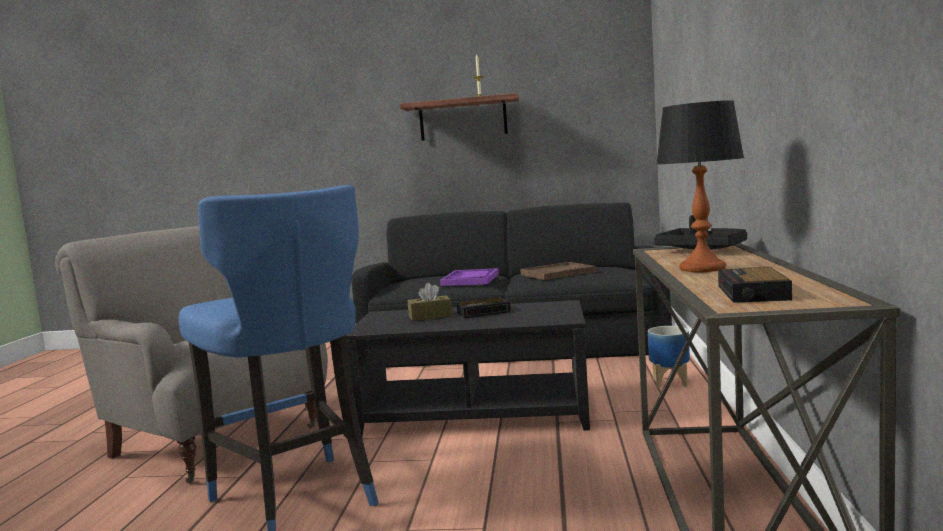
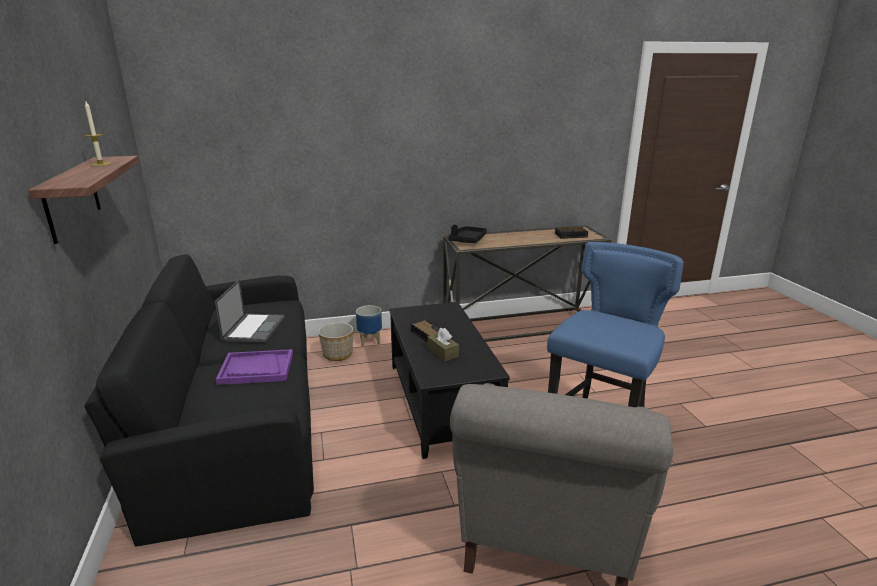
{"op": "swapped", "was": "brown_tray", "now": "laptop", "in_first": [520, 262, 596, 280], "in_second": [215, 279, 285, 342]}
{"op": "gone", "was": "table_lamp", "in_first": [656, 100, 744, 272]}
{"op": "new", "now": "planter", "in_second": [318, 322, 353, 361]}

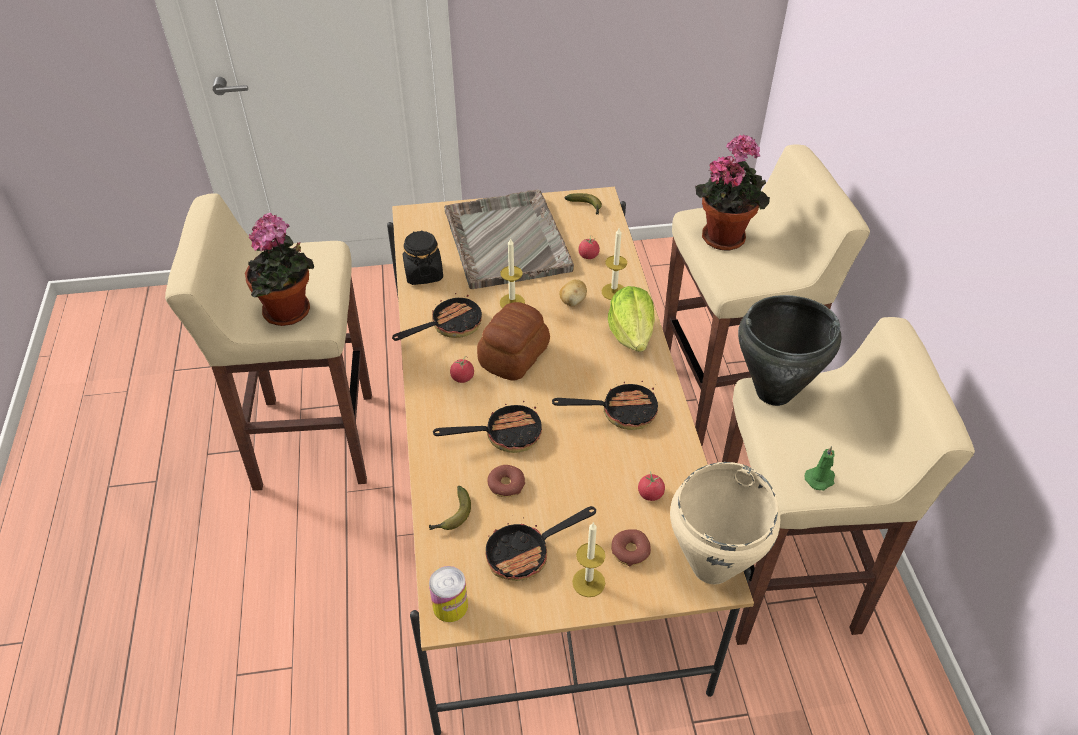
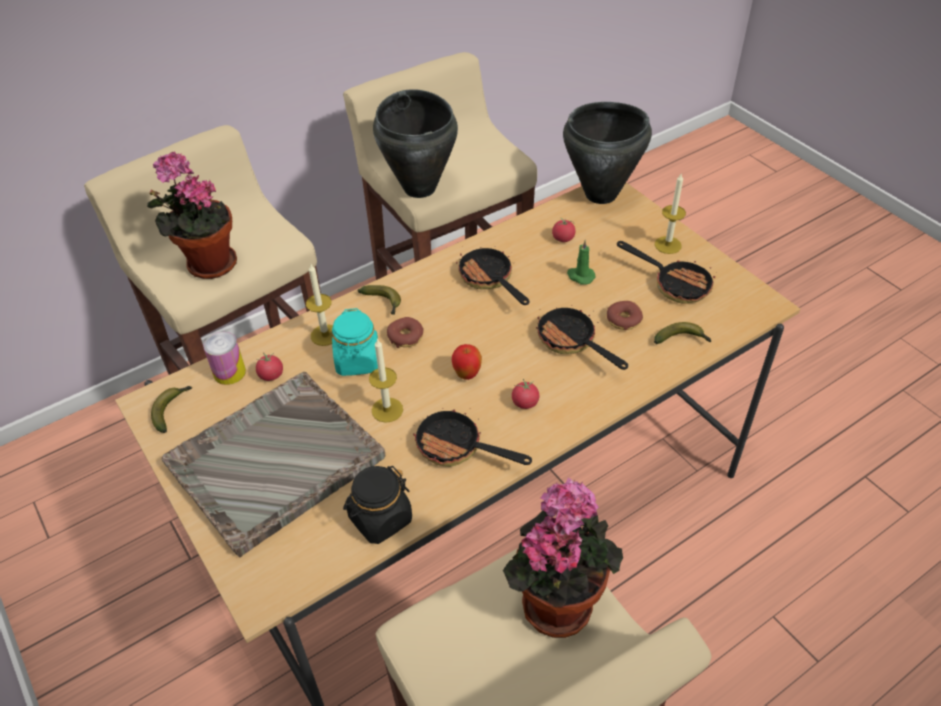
{"op": "shifted", "was": "can", "in_first": [429, 566, 468, 622], "in_second": [203, 332, 246, 385]}
{"op": "swapped", "was": "bread", "now": "apple", "in_first": [477, 302, 550, 381], "in_second": [452, 344, 482, 380]}
{"op": "swapped", "was": "potato", "now": "turquoise_jar", "in_first": [559, 279, 587, 306], "in_second": [332, 308, 378, 376]}
{"op": "swapped", "was": "lettuce", "now": "banana", "in_first": [608, 286, 655, 352], "in_second": [358, 285, 401, 315]}
{"op": "shifted", "was": "donut", "in_first": [611, 529, 651, 566], "in_second": [387, 317, 424, 348]}
{"op": "repainted", "was": "beige_cooking_pot", "now": "black_cooking_pot", "in_first": [670, 462, 780, 584], "in_second": [563, 102, 652, 204]}
{"op": "shifted", "was": "green_candle", "in_first": [804, 446, 835, 490], "in_second": [567, 240, 595, 285]}

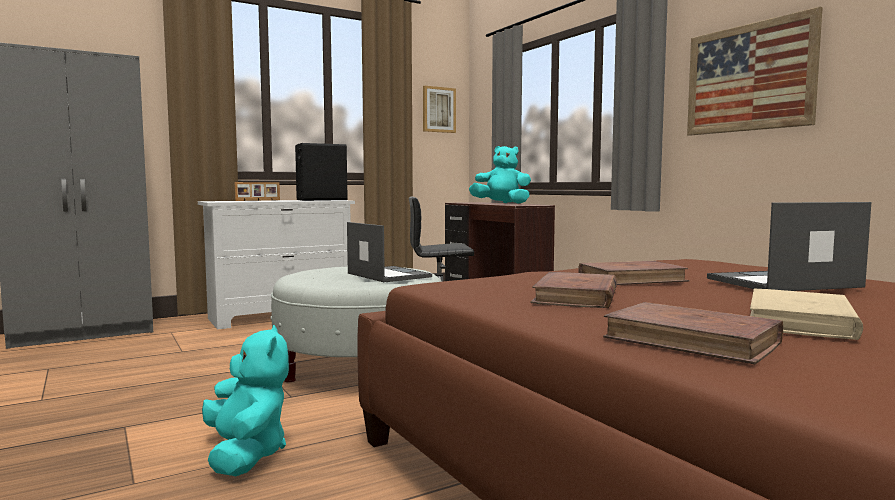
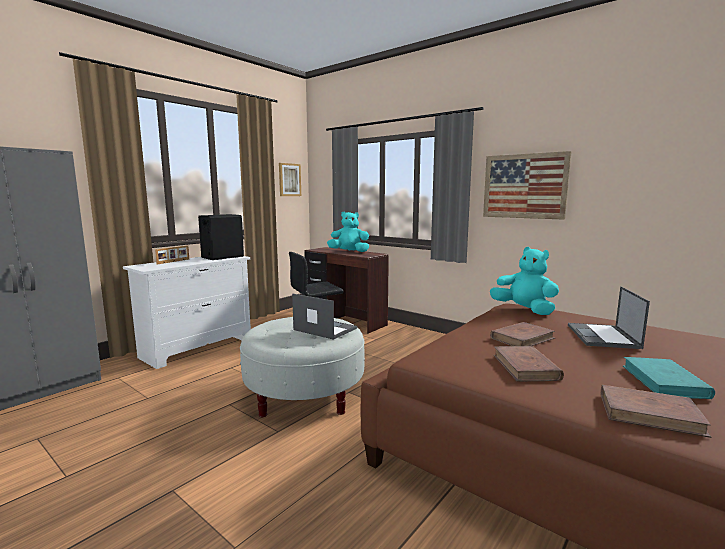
{"op": "shifted", "was": "turquoise_plush_toy", "in_first": [202, 325, 289, 476], "in_second": [490, 247, 559, 315]}
{"op": "rotated", "was": "laptop", "in_first": [707, 202, 871, 291], "in_second": [568, 286, 650, 349], "clockwise": -45}
{"op": "repainted", "was": "beige_book", "now": "turquoise_book", "in_first": [750, 289, 863, 340], "in_second": [623, 357, 715, 399]}

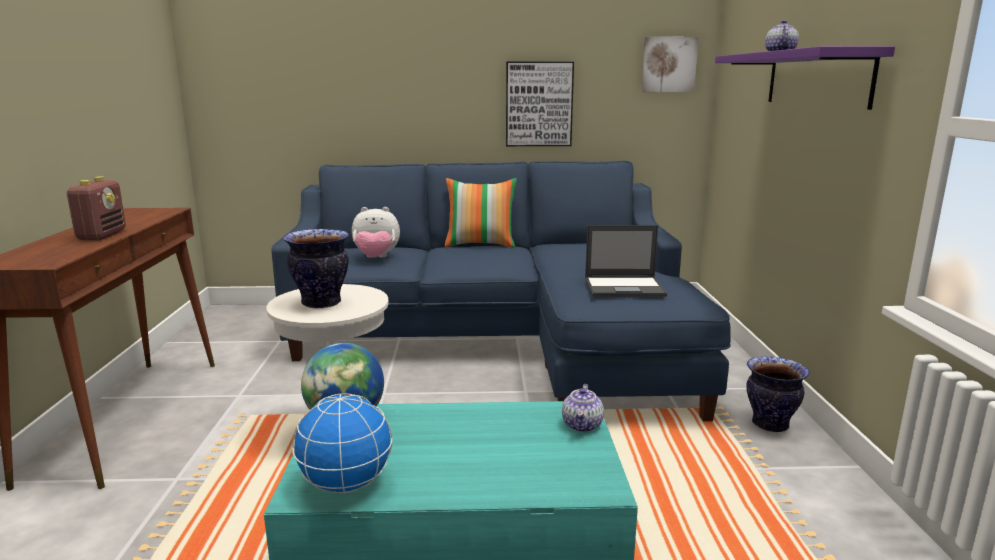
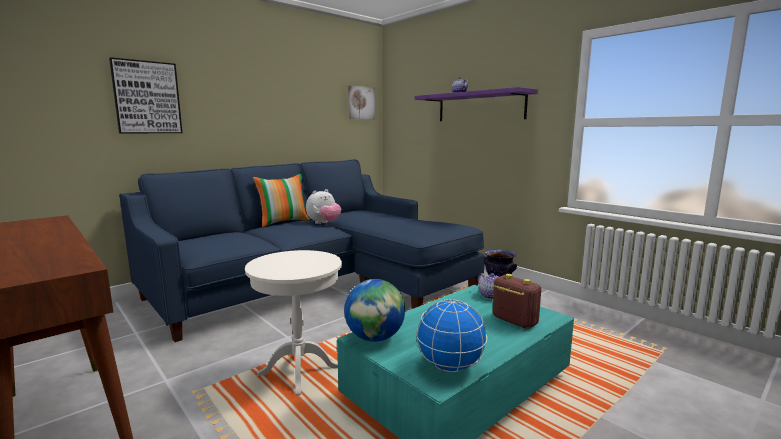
{"op": "shifted", "was": "radio", "in_first": [67, 177, 126, 240], "in_second": [493, 274, 541, 329]}
{"op": "gone", "was": "vase", "in_first": [283, 229, 349, 308]}
{"op": "shifted", "was": "plush_toy", "in_first": [352, 207, 400, 258], "in_second": [306, 189, 341, 224]}
{"op": "shifted", "was": "picture", "in_first": [506, 62, 574, 146], "in_second": [109, 57, 182, 133]}
{"op": "gone", "was": "laptop", "in_first": [585, 225, 667, 297]}

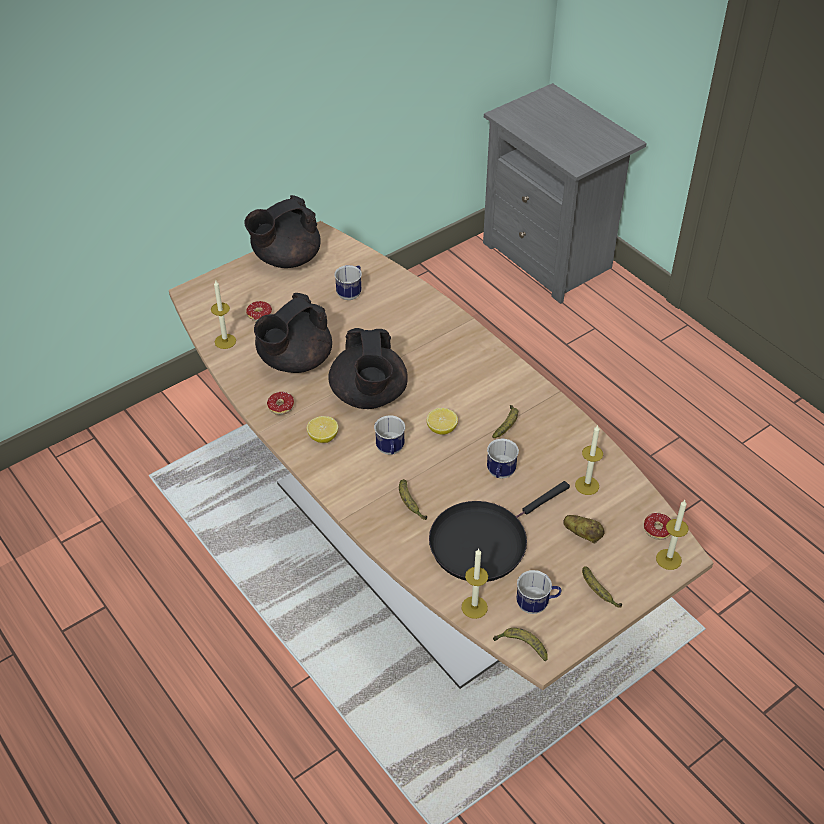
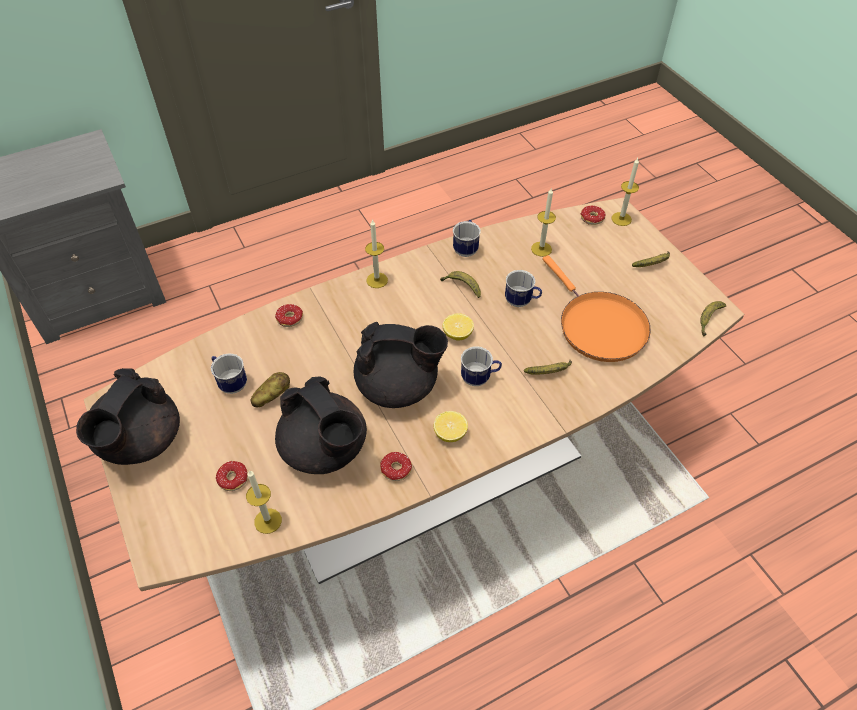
{"op": "rotated", "was": "black_teapot", "in_first": [244, 195, 321, 268], "in_second": [76, 368, 180, 465], "clockwise": 45}
{"op": "repainted", "was": "black_frying_pan", "now": "orange_frying_pan", "in_first": [429, 481, 570, 582], "in_second": [542, 255, 651, 362]}
{"op": "shifted", "was": "candle", "in_first": [462, 549, 488, 619], "in_second": [365, 219, 388, 288]}
{"op": "shifted", "was": "mug", "in_first": [516, 570, 562, 614], "in_second": [453, 220, 481, 257]}
{"op": "shifted", "was": "potato", "in_first": [563, 515, 605, 543], "in_second": [251, 372, 290, 407]}
{"op": "new", "now": "donut", "in_second": [275, 304, 303, 327]}

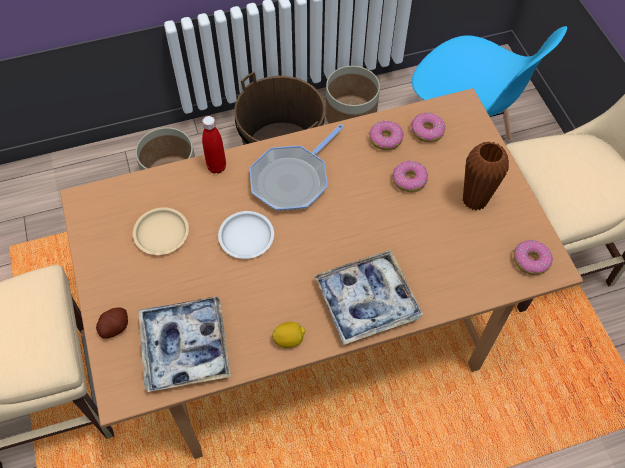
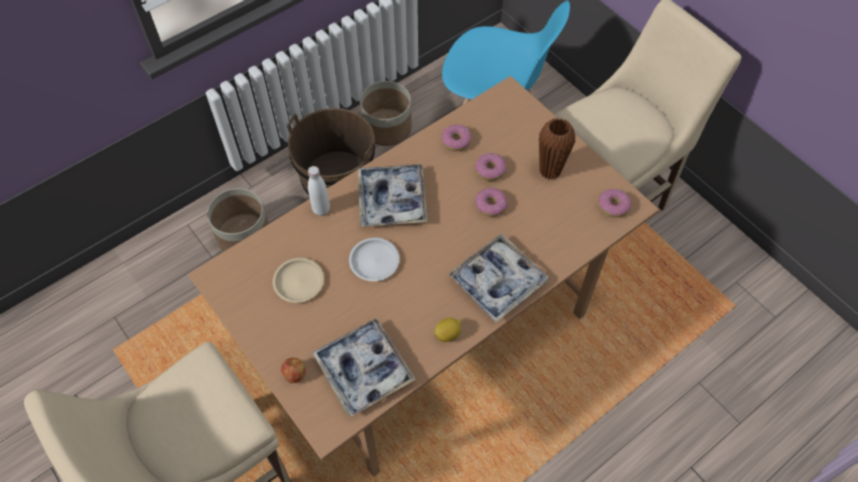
{"op": "swapped", "was": "potato", "now": "apple", "in_first": [96, 307, 128, 339], "in_second": [281, 358, 306, 383]}
{"op": "repainted", "was": "red_bottle", "now": "white_bottle", "in_first": [202, 116, 226, 174], "in_second": [308, 166, 330, 216]}
{"op": "swapped", "was": "frying_pan", "now": "tray", "in_first": [250, 124, 344, 211], "in_second": [358, 164, 427, 227]}
{"op": "shifted", "was": "donut", "in_first": [411, 113, 445, 142], "in_second": [475, 188, 508, 217]}

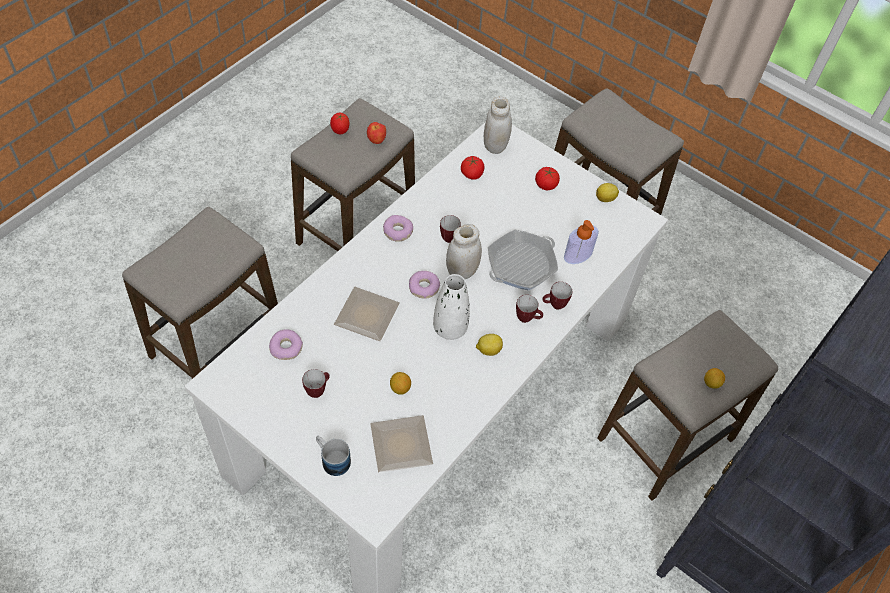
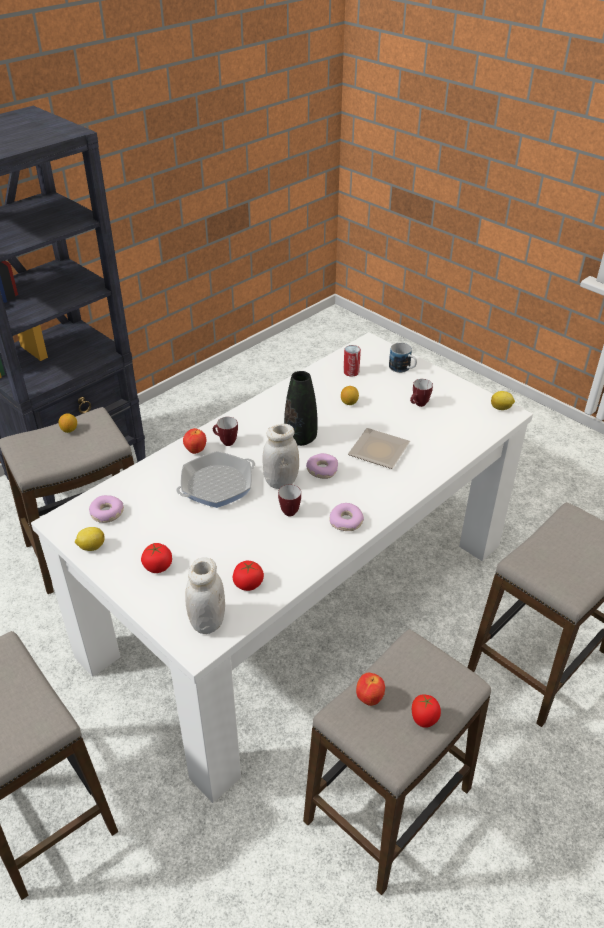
{"op": "shifted", "was": "donut", "in_first": [269, 329, 303, 360], "in_second": [89, 495, 124, 523]}
{"op": "swapped", "was": "plate", "now": "can", "in_first": [370, 415, 433, 473], "in_second": [343, 345, 361, 377]}
{"op": "repainted", "was": "white_vase", "now": "black_vase", "in_first": [433, 274, 470, 340], "in_second": [284, 371, 318, 446]}
{"op": "shifted", "was": "lemon", "in_first": [476, 334, 503, 356], "in_second": [491, 391, 515, 410]}
{"op": "swapped", "was": "mug", "now": "apple", "in_first": [542, 282, 572, 310], "in_second": [183, 428, 206, 454]}
{"op": "gone", "was": "soap_dispenser", "in_first": [564, 220, 599, 264]}

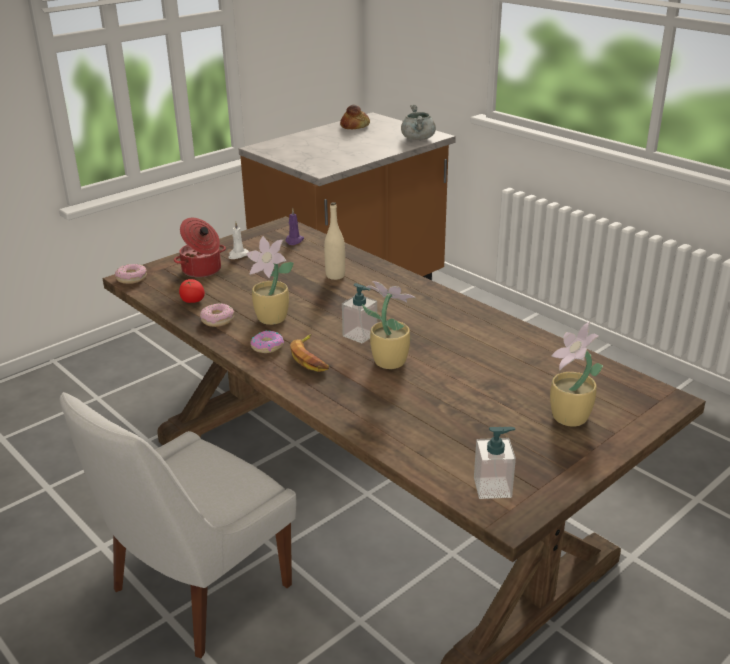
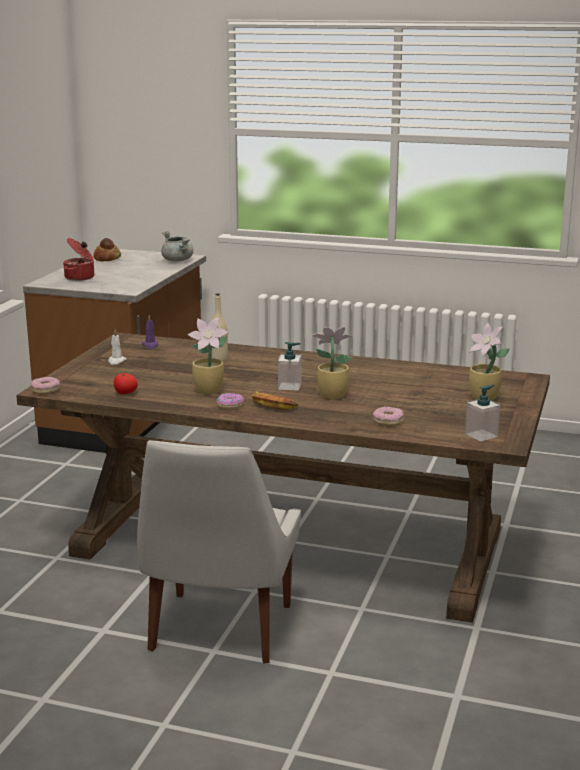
{"op": "shifted", "was": "cooking_pot", "in_first": [174, 218, 226, 277], "in_second": [63, 238, 94, 281]}
{"op": "shifted", "was": "donut", "in_first": [200, 303, 234, 327], "in_second": [373, 406, 404, 426]}

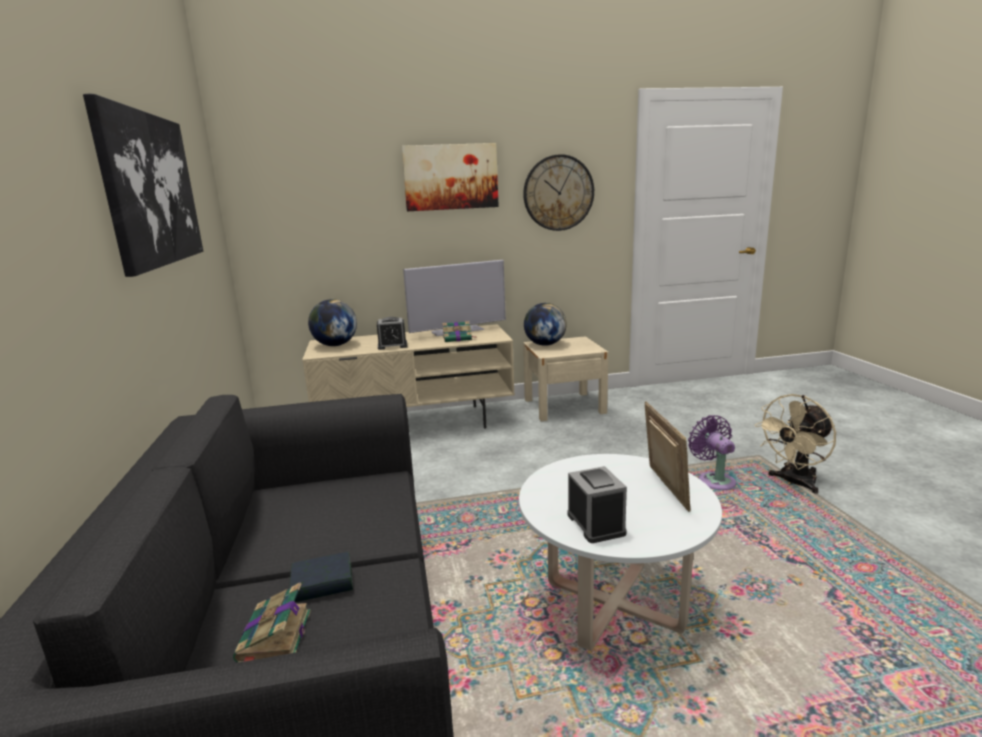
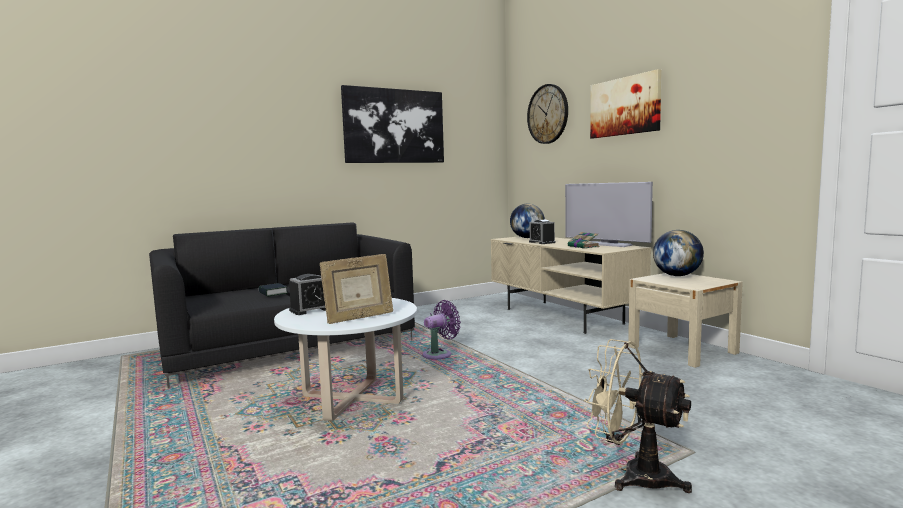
{"op": "gone", "was": "book", "in_first": [233, 583, 311, 663]}
{"op": "shifted", "was": "wall_clock", "in_first": [523, 154, 594, 231], "in_second": [527, 84, 568, 144]}
{"op": "shifted", "was": "purple_fan", "in_first": [688, 415, 736, 490], "in_second": [422, 300, 461, 359]}

